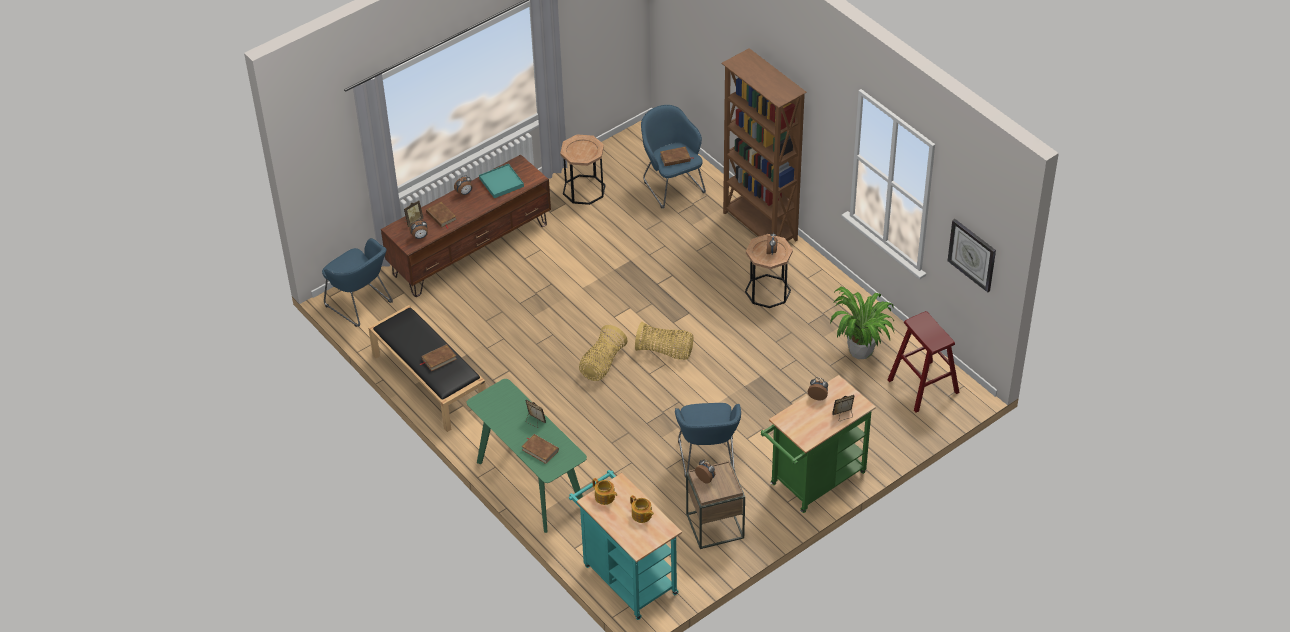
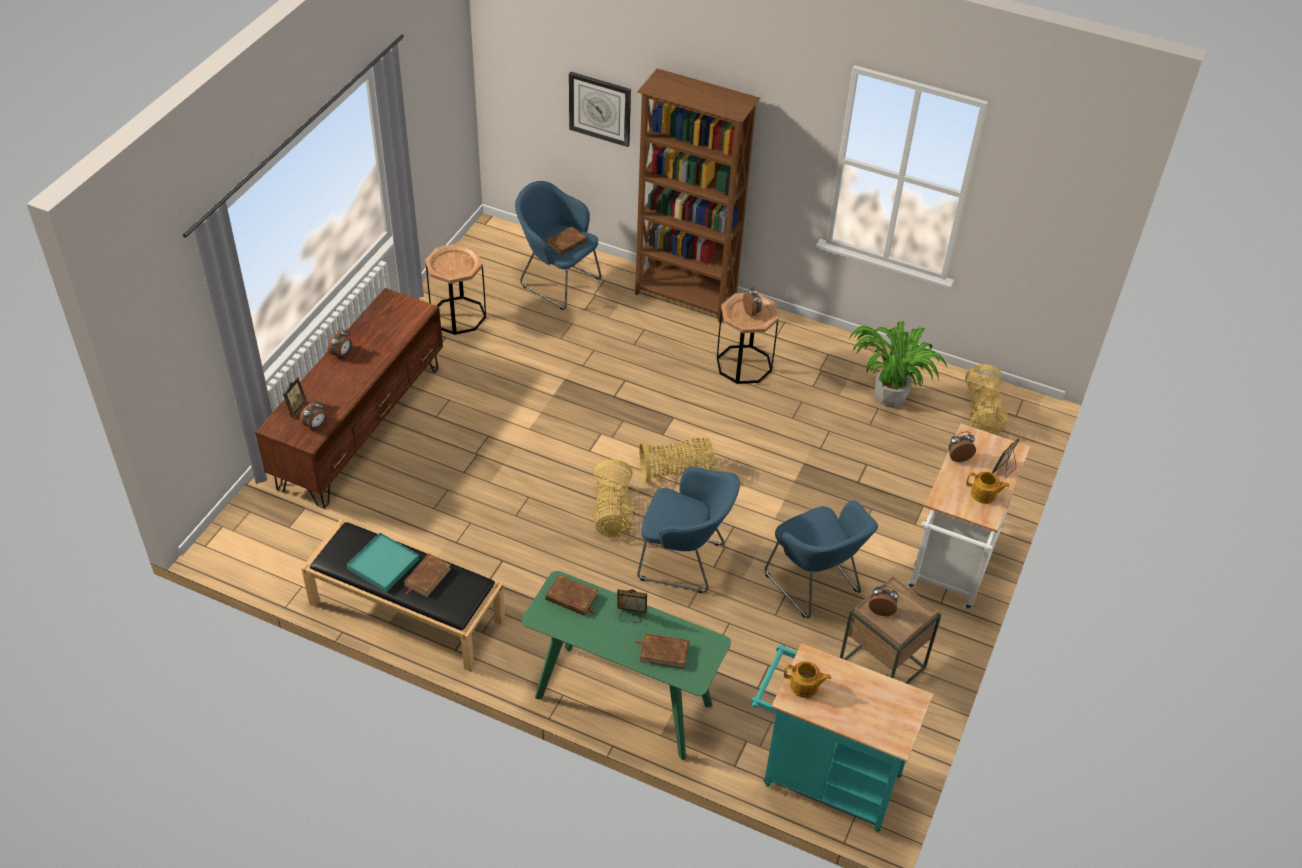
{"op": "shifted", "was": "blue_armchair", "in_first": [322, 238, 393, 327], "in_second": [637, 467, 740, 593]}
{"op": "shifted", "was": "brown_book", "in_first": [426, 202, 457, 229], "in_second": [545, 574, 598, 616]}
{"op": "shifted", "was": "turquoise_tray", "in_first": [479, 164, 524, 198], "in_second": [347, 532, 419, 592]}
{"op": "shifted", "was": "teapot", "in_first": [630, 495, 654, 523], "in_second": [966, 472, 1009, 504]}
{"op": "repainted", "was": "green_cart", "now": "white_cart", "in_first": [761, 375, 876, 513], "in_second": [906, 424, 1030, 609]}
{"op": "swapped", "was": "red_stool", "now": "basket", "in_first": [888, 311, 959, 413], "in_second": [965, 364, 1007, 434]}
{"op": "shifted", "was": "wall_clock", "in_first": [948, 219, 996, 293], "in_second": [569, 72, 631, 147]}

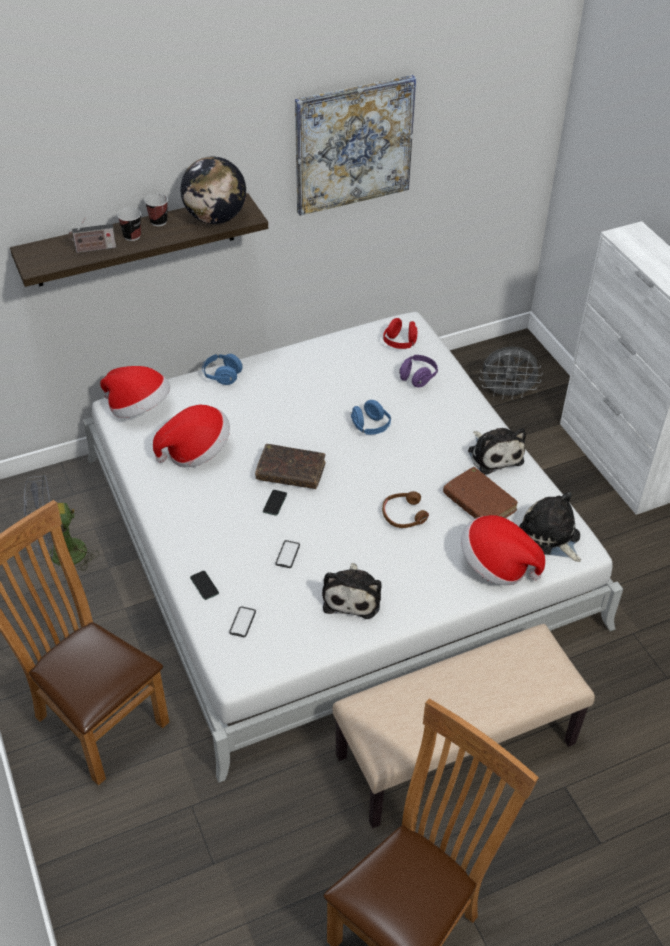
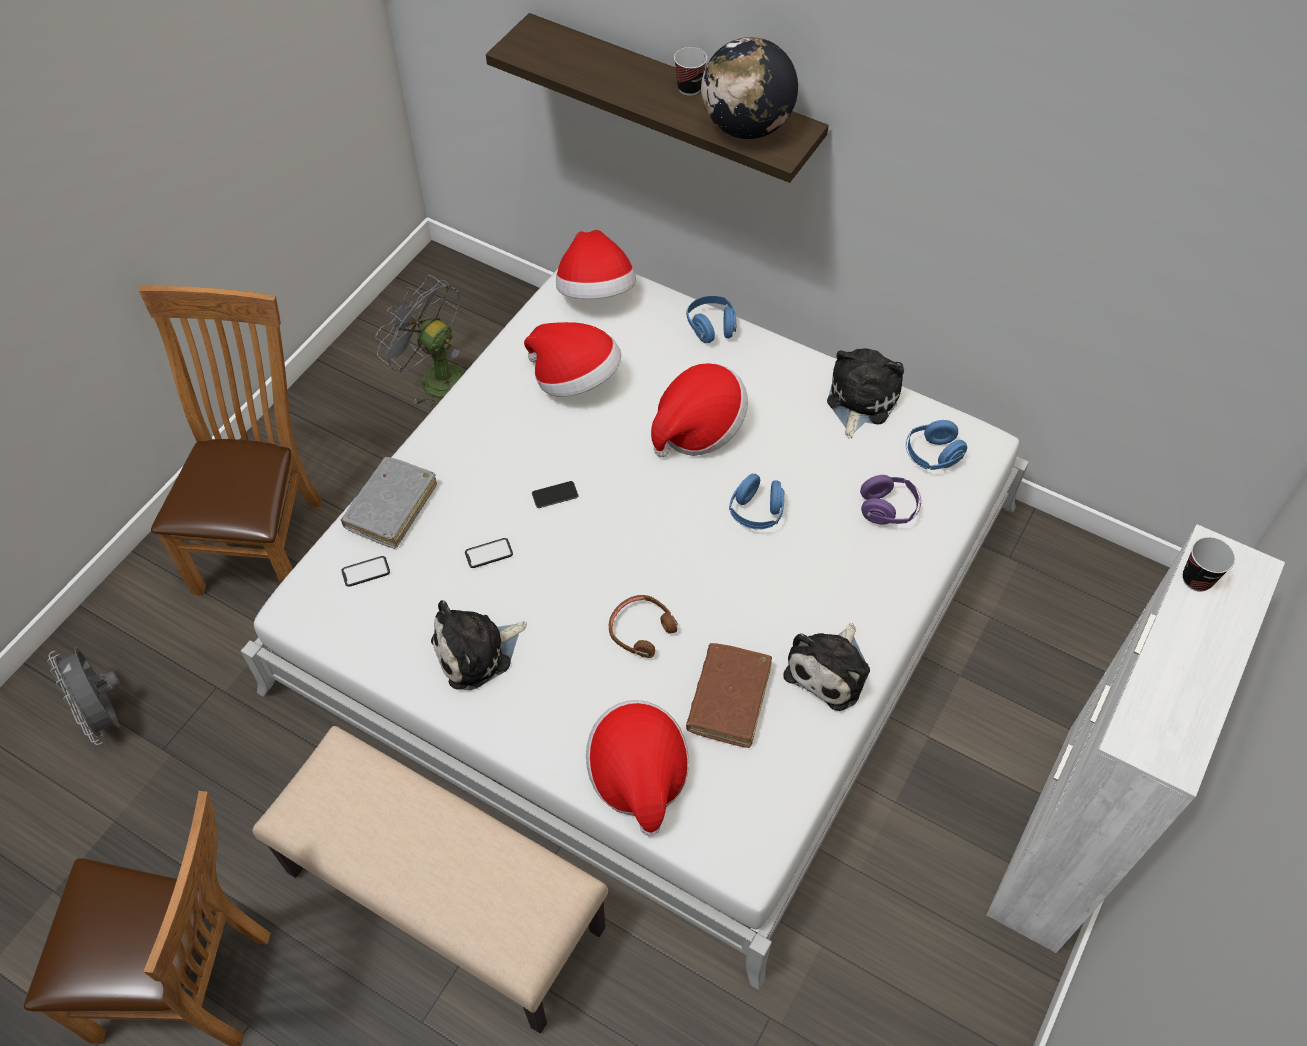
{"op": "gone", "was": "radio", "in_first": [68, 218, 116, 253]}
{"op": "shifted", "was": "cup", "in_first": [117, 207, 141, 241], "in_second": [1183, 537, 1235, 592]}
{"op": "swapped", "was": "phone", "now": "grey_book", "in_first": [190, 571, 219, 600], "in_second": [341, 457, 437, 549]}
{"op": "gone", "was": "brown_book", "in_first": [255, 444, 326, 489]}
{"op": "gone", "was": "picture", "in_first": [295, 75, 416, 216]}
{"op": "repainted", "was": "red_headphones", "now": "blue_headphones", "in_first": [383, 318, 417, 349], "in_second": [906, 420, 967, 470]}
{"op": "shifted", "was": "grey_fan", "in_first": [479, 347, 543, 400], "in_second": [47, 647, 120, 745]}
{"op": "shifted", "was": "plush_toy", "in_first": [519, 492, 581, 562], "in_second": [827, 348, 904, 439]}
{"op": "new", "now": "hat", "in_second": [651, 363, 748, 457]}

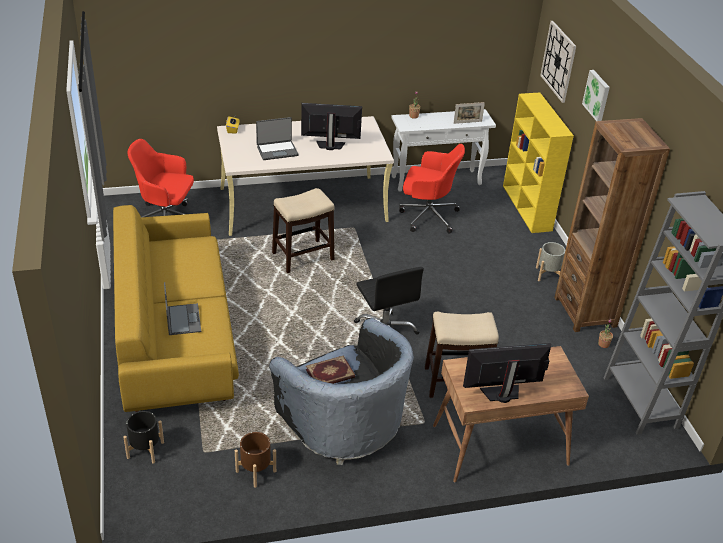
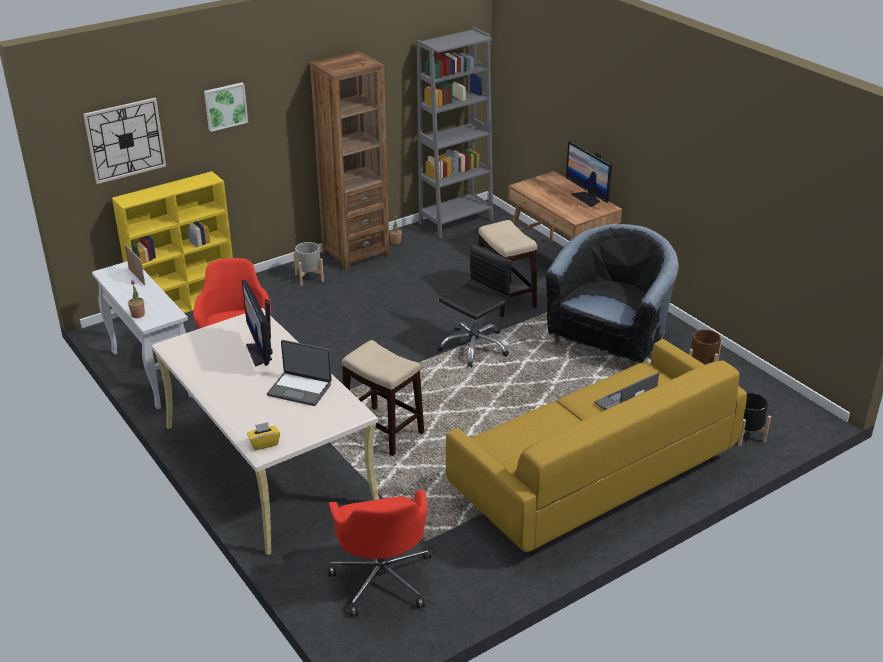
{"op": "rotated", "was": "laptop", "in_first": [256, 117, 299, 160], "in_second": [267, 340, 332, 406], "clockwise": 150}
{"op": "gone", "was": "book", "in_first": [306, 355, 355, 384]}

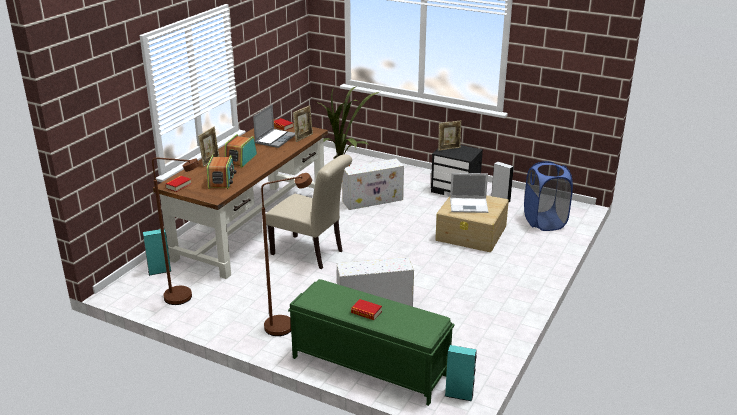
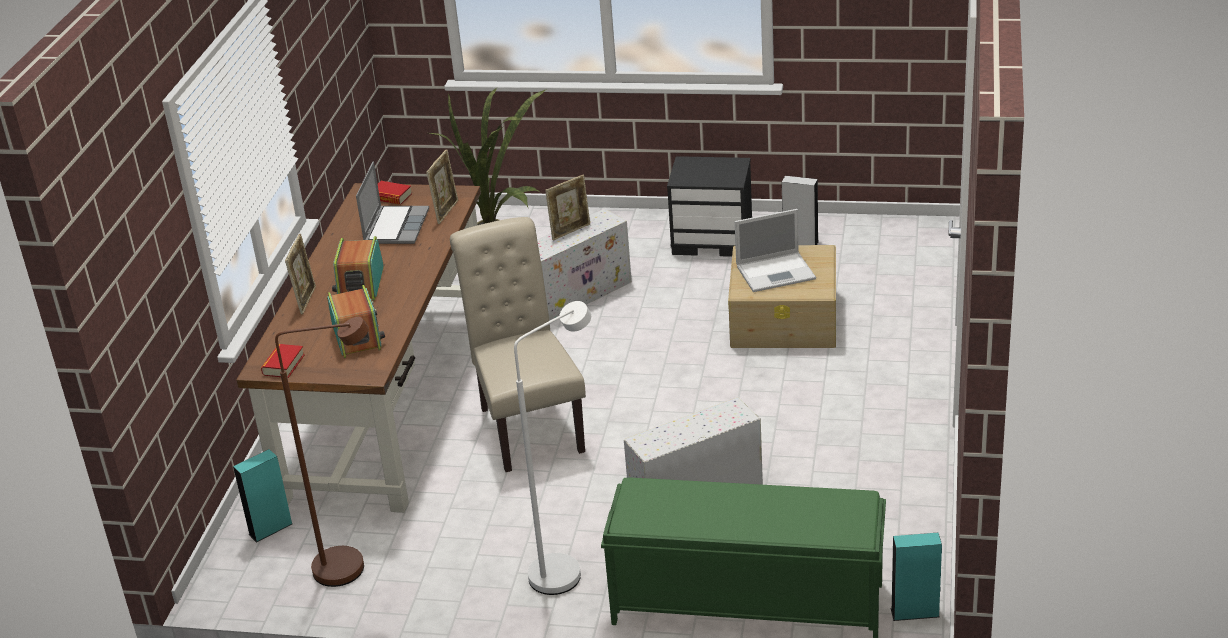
{"op": "repainted", "was": "brown_floor_lamp", "now": "white_floor_lamp", "in_first": [261, 173, 312, 336], "in_second": [514, 301, 591, 595]}
{"op": "rotated", "was": "beige_chair", "in_first": [266, 154, 352, 269], "in_second": [450, 217, 586, 472], "clockwise": -120}
{"op": "gone", "was": "book", "in_first": [351, 299, 382, 320]}
{"op": "shifted", "was": "picture_frame", "in_first": [438, 121, 461, 151], "in_second": [545, 175, 590, 241]}
{"op": "gone", "was": "blue_laundry_basket", "in_first": [524, 161, 573, 231]}

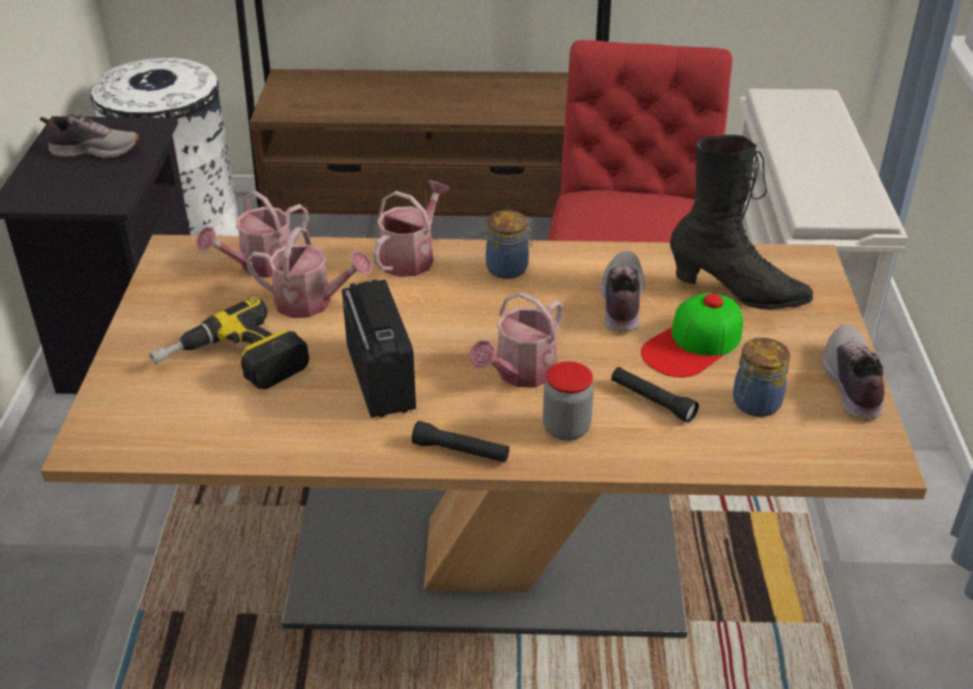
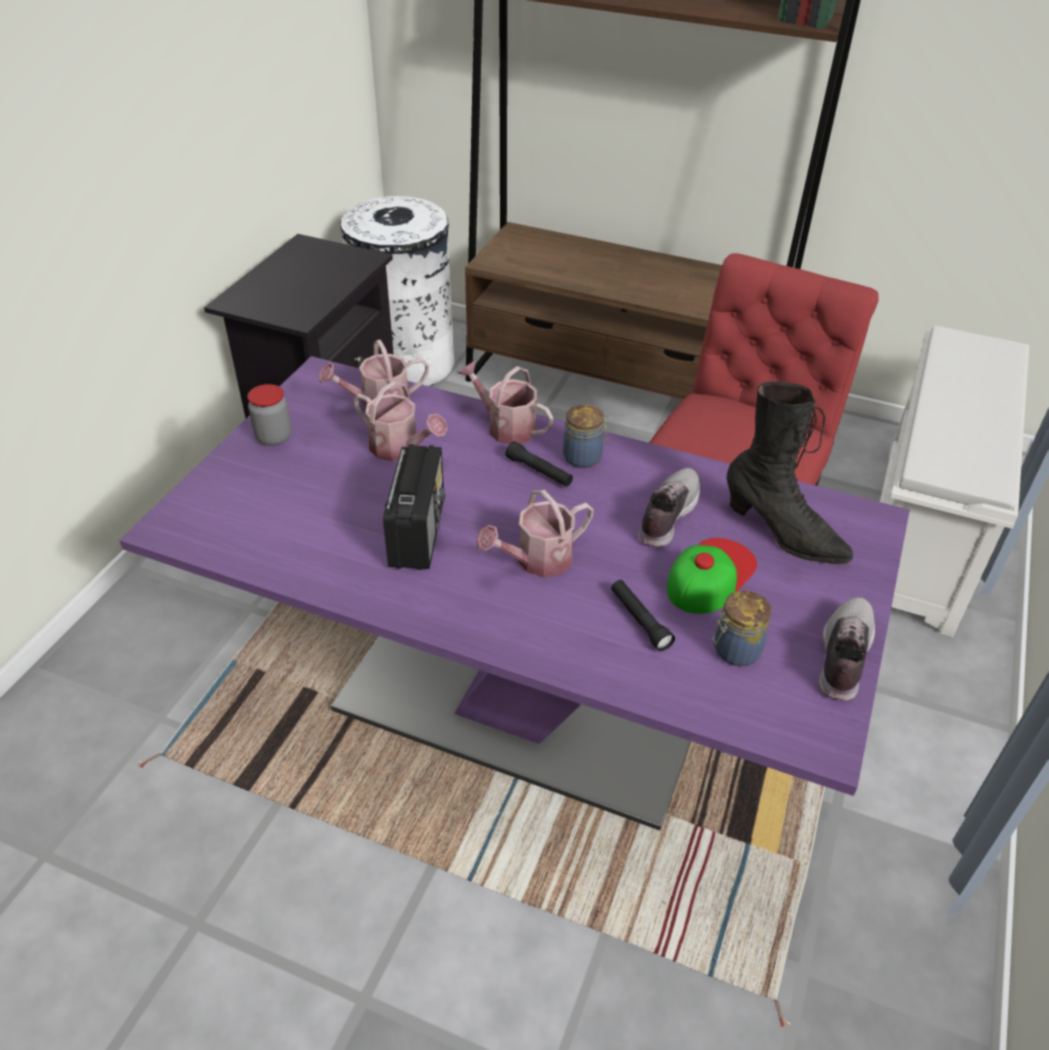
{"op": "gone", "was": "shoe", "in_first": [40, 114, 139, 158]}
{"op": "repainted", "was": "beige_dining_table", "now": "purple_dining_table", "in_first": [41, 235, 927, 638], "in_second": [119, 356, 910, 831]}
{"op": "gone", "was": "power_drill", "in_first": [149, 297, 309, 389]}
{"op": "rotated", "was": "watering_can", "in_first": [373, 180, 450, 277], "in_second": [458, 361, 553, 444], "clockwise": -105}
{"op": "shifted", "was": "black_flashlight", "in_first": [412, 421, 509, 462], "in_second": [505, 441, 573, 487]}
{"op": "shifted", "was": "jar", "in_first": [543, 362, 594, 441], "in_second": [247, 384, 291, 446]}
{"op": "rotated", "was": "cap", "in_first": [641, 293, 743, 377], "in_second": [667, 538, 757, 614], "clockwise": 150}

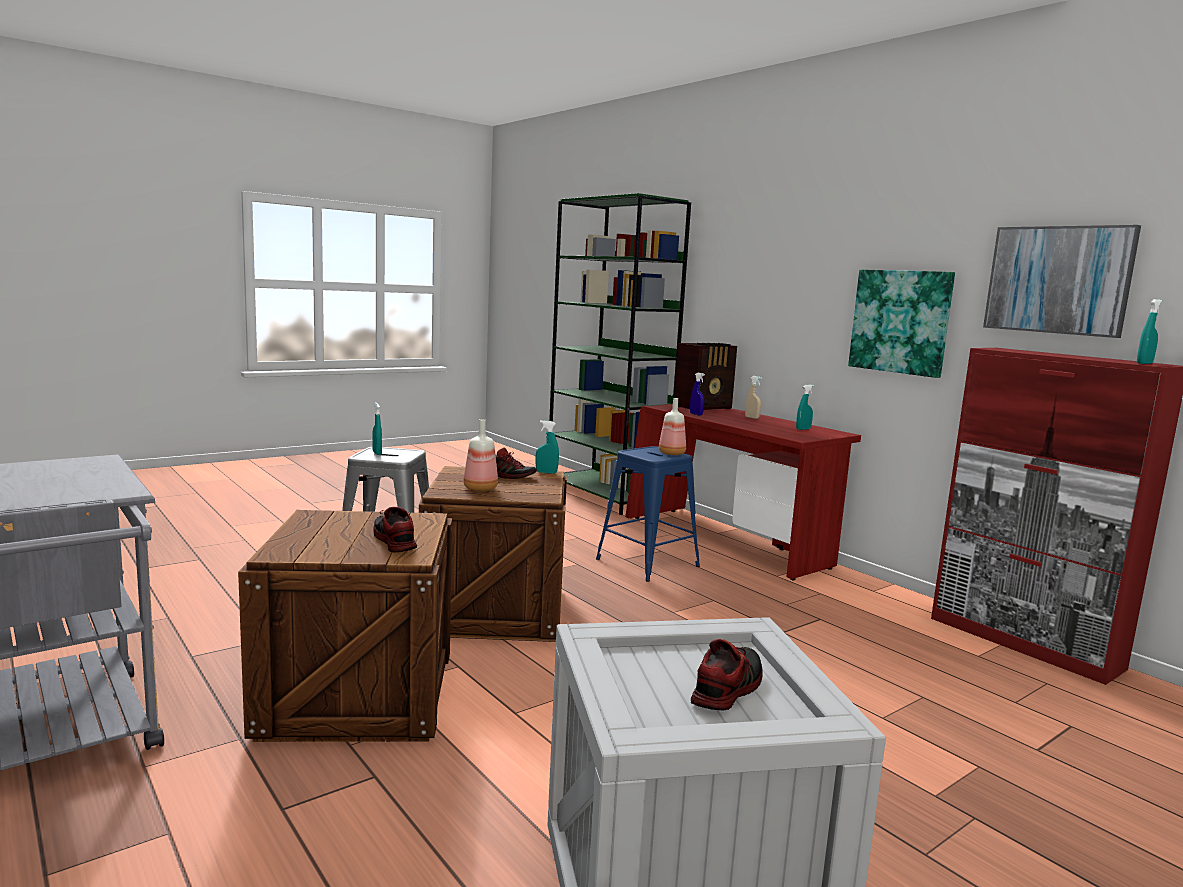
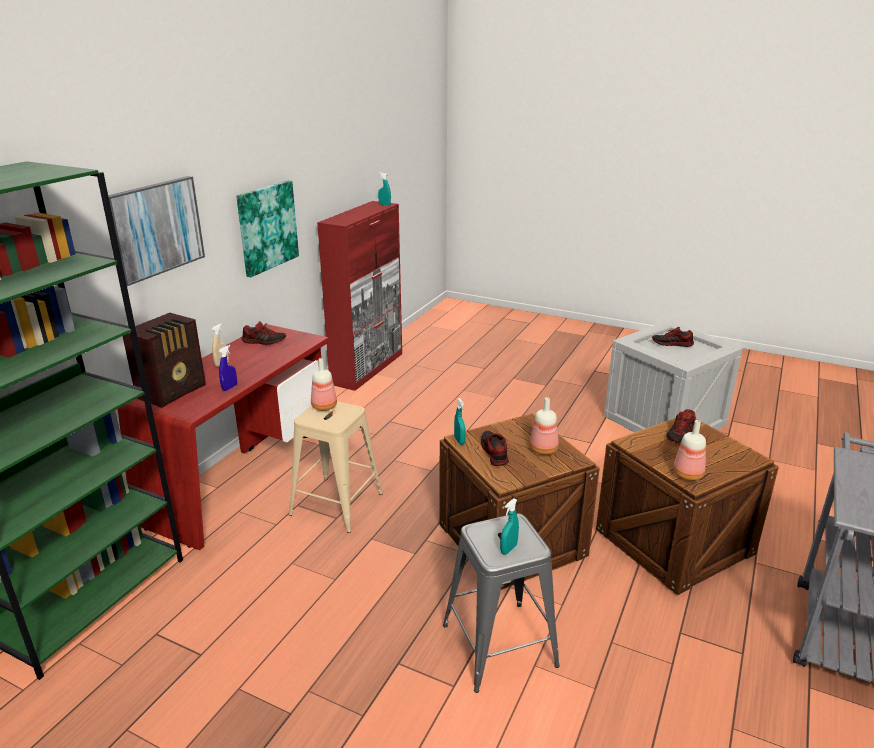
{"op": "repainted", "was": "blue_stool", "now": "beige_stool", "in_first": [596, 446, 700, 582], "in_second": [289, 401, 383, 533]}
{"op": "rotated", "was": "radio", "in_first": [674, 343, 737, 410], "in_second": [123, 313, 206, 408], "clockwise": 90}
{"op": "swapped", "was": "turquoise_spray_bottle", "now": "shoe", "in_first": [796, 384, 814, 430], "in_second": [241, 321, 286, 345]}
{"op": "shifted", "was": "picture", "in_first": [983, 225, 1141, 338], "in_second": [108, 176, 205, 286]}
{"op": "new", "now": "bottle", "in_second": [673, 420, 706, 481]}

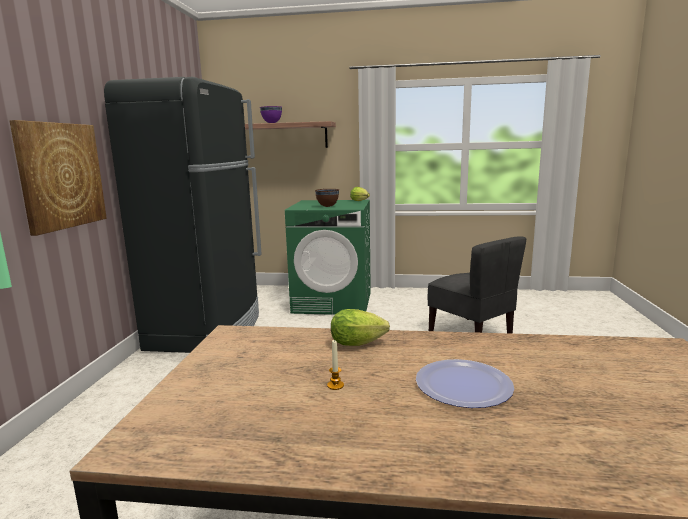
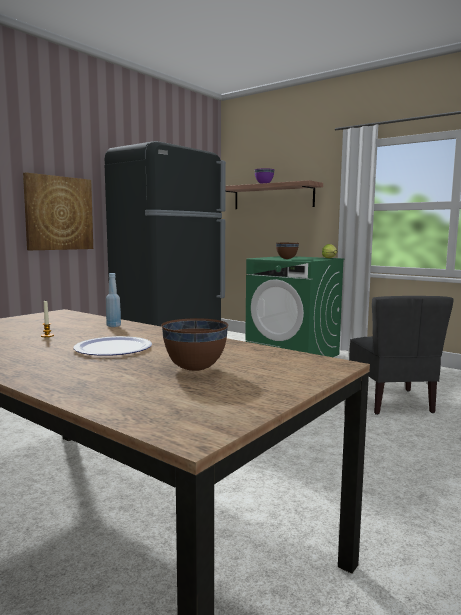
{"op": "swapped", "was": "lettuce", "now": "blue_bottle", "in_first": [331, 309, 390, 346], "in_second": [106, 273, 121, 327]}
{"op": "new", "now": "brown_bowl", "in_second": [161, 318, 228, 371]}

